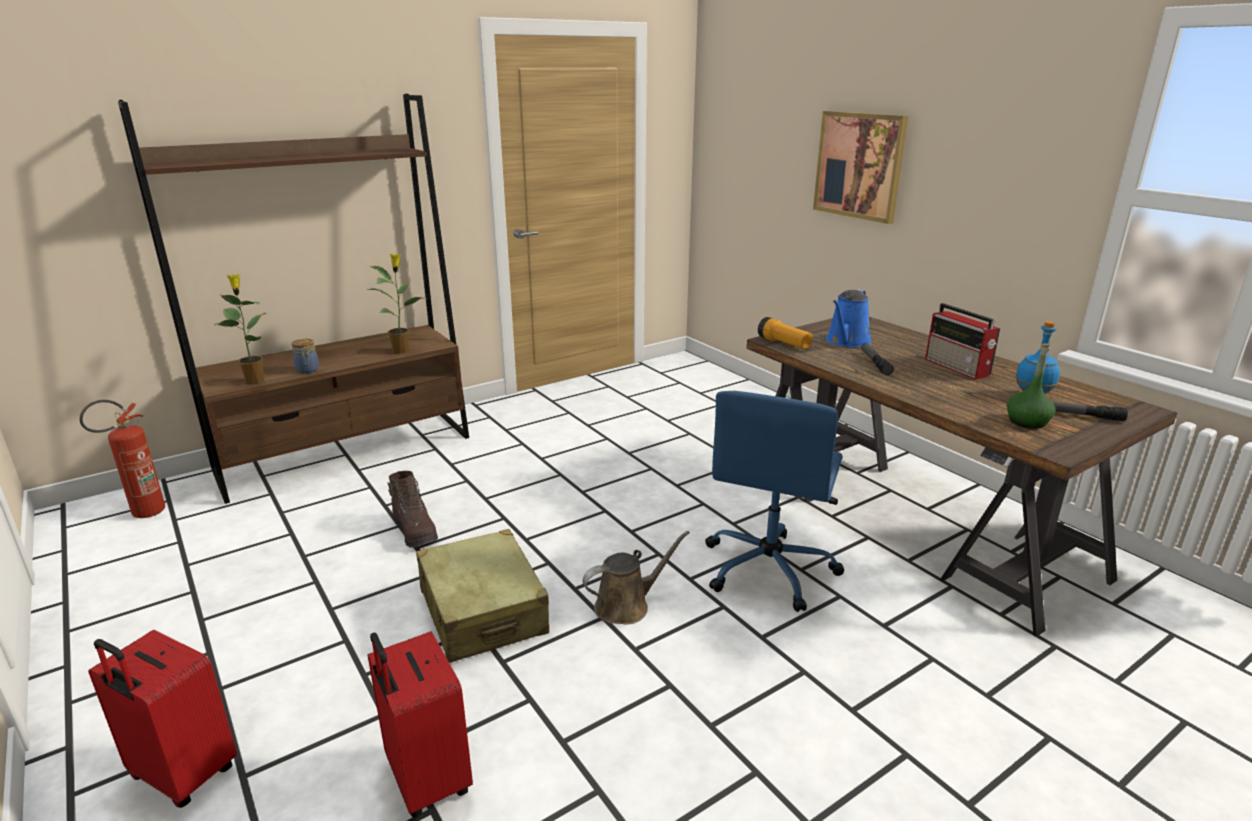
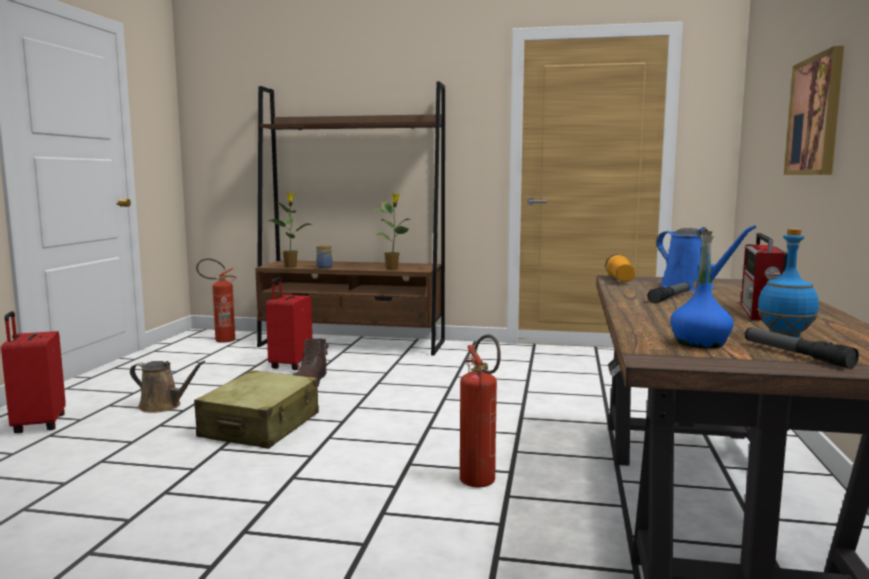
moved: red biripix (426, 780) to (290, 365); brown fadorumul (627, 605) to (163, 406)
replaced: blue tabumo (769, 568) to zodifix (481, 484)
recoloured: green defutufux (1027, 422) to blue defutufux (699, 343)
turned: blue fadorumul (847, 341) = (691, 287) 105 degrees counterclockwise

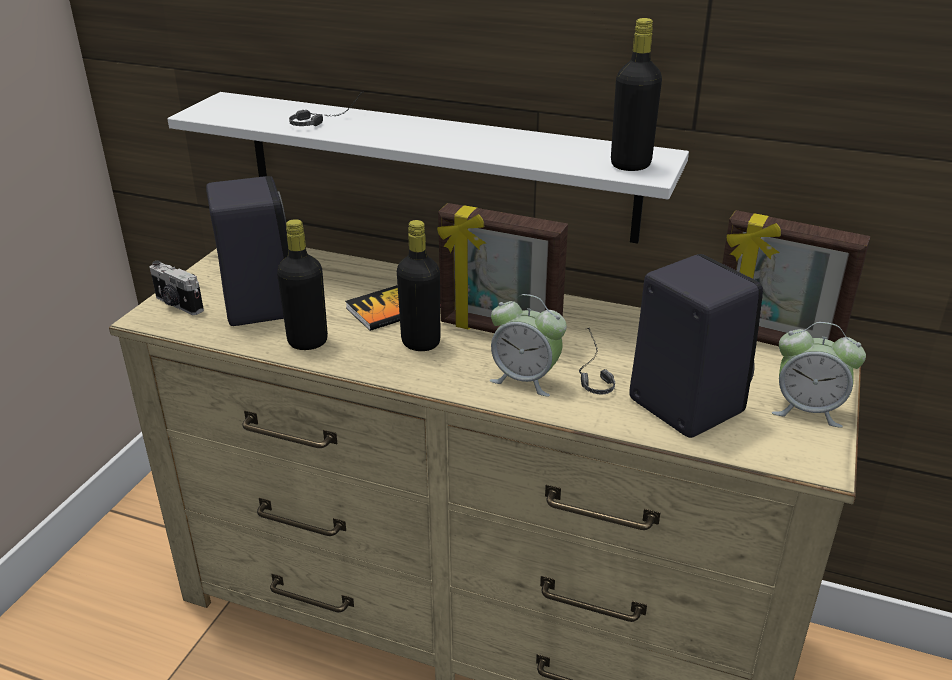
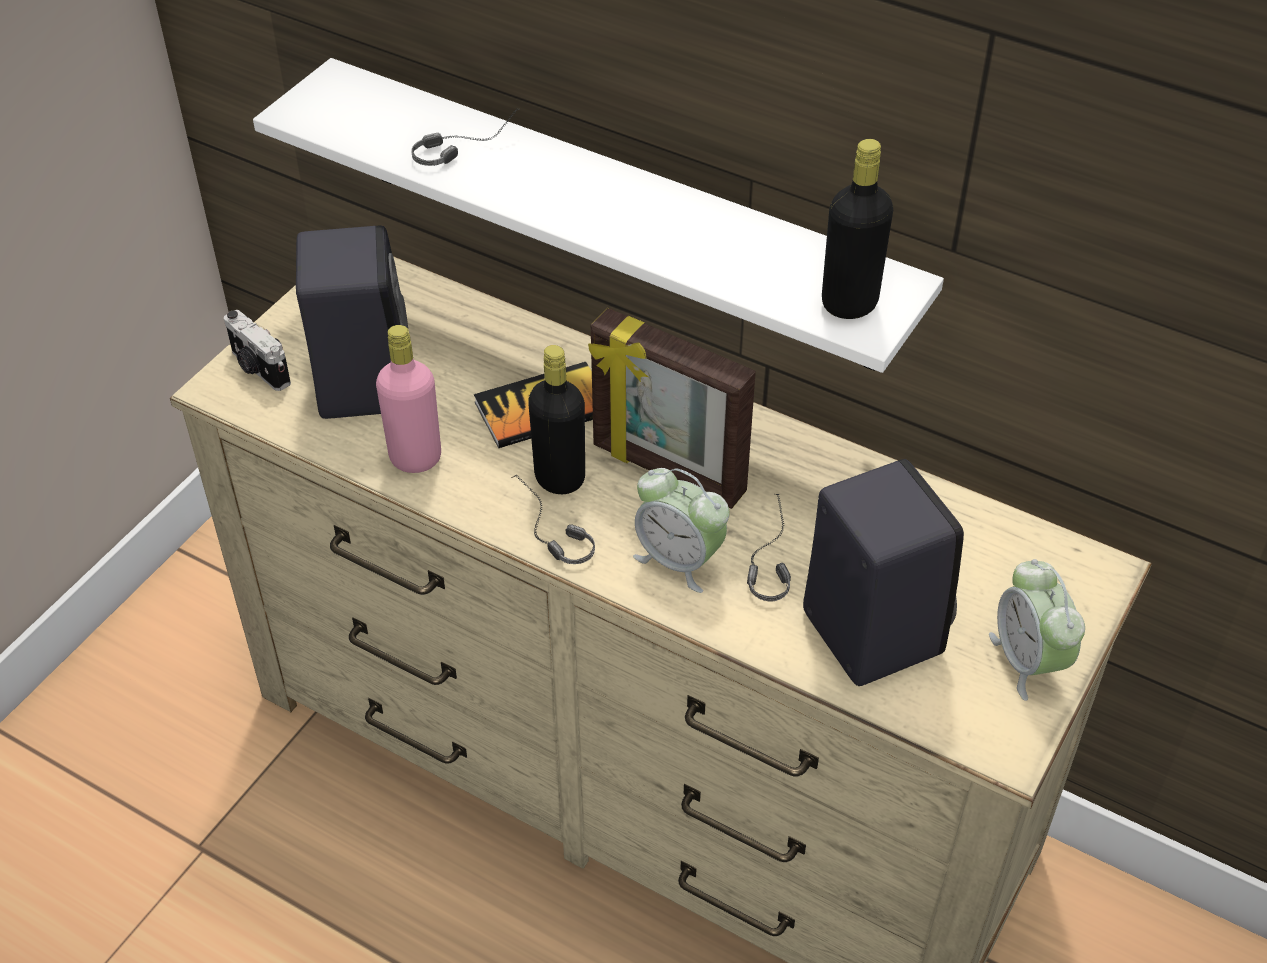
removed: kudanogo (774, 342)
added: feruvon (546, 532)
recoloured: black defutufux (307, 342) to pink defutufux (415, 458)
turned: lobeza (807, 410) = (1028, 661) 45 degrees clockwise

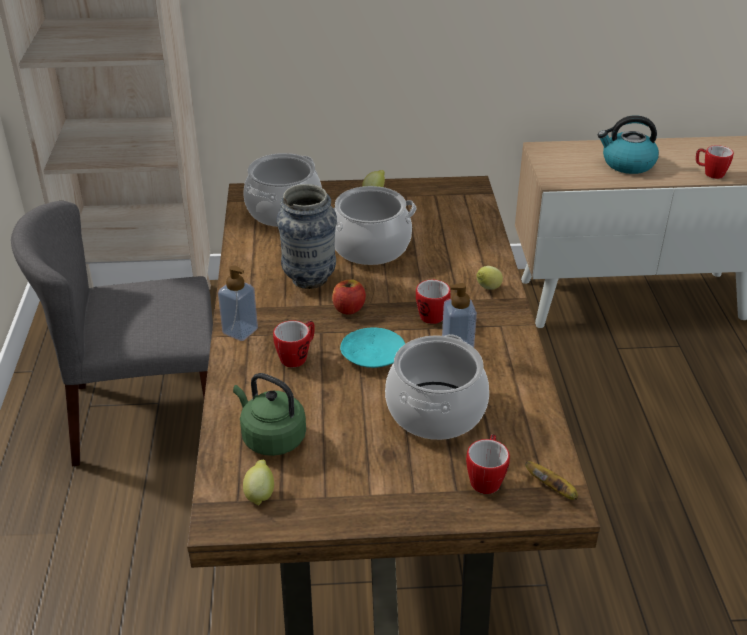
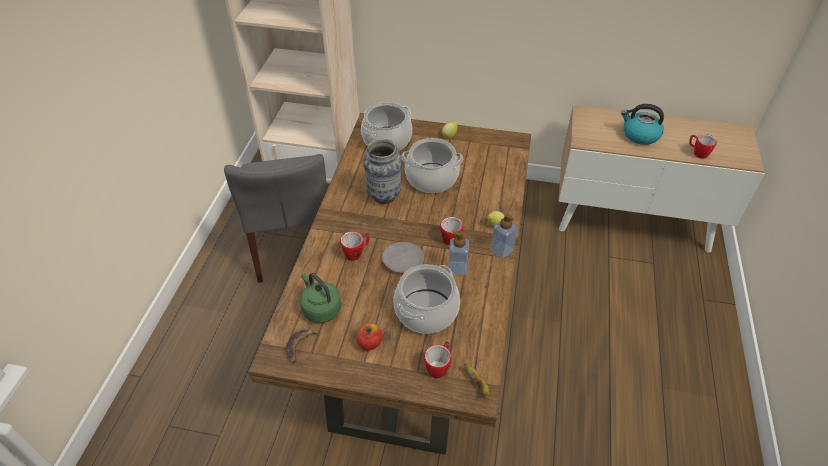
moved: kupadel (240, 331) to (501, 250); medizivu (348, 309) to (369, 343)
replaced: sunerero (260, 494) to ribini (300, 346)
recoloured: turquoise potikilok (372, 354) to grey potikilok (402, 260)
turned: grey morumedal (145, 416) = (294, 245) 105 degrees counterclockwise

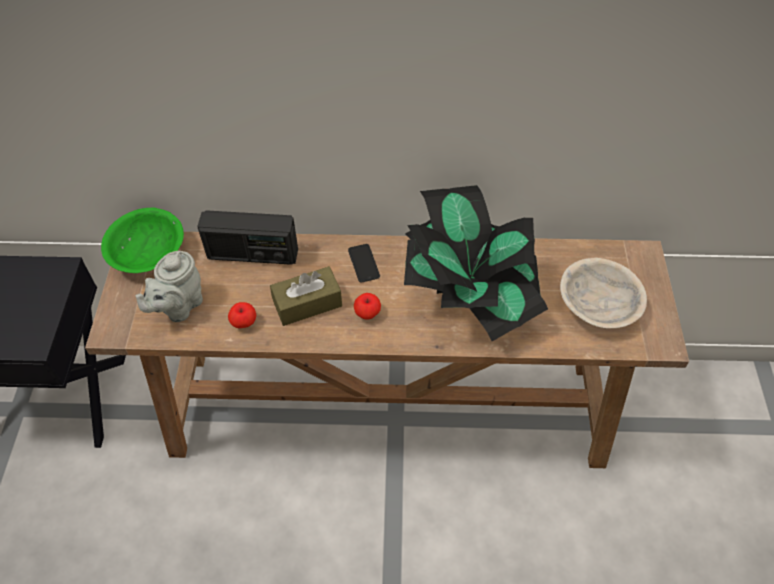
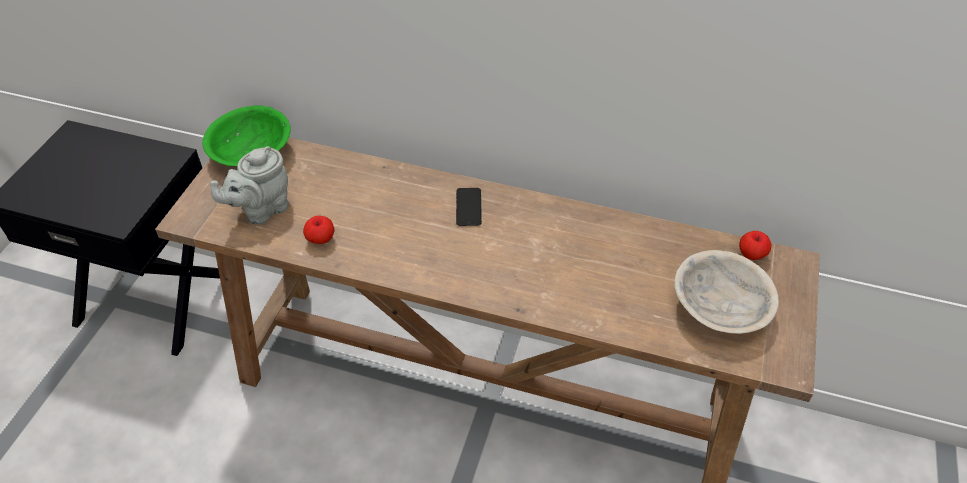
removed: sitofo (252, 254); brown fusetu (307, 304); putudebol (469, 294)
moved: medizivu (367, 314) to (751, 255)

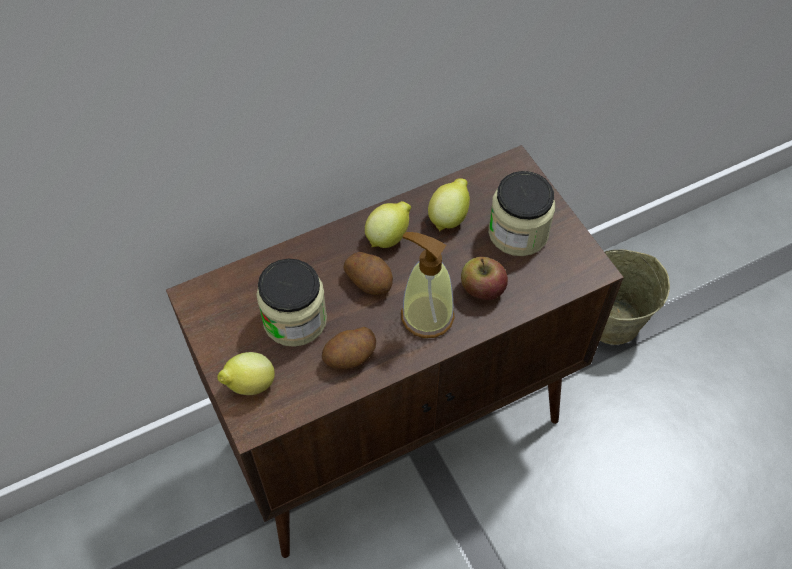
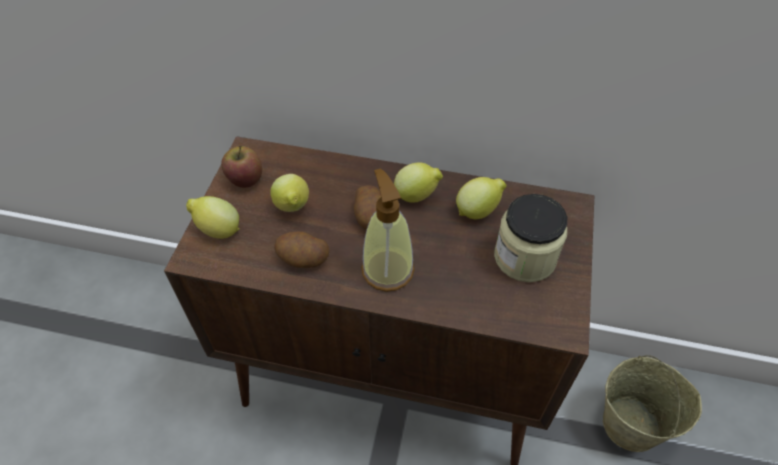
moved: medizivu (482, 289) to (245, 179)
replaced: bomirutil (295, 319) to sunerero (293, 208)

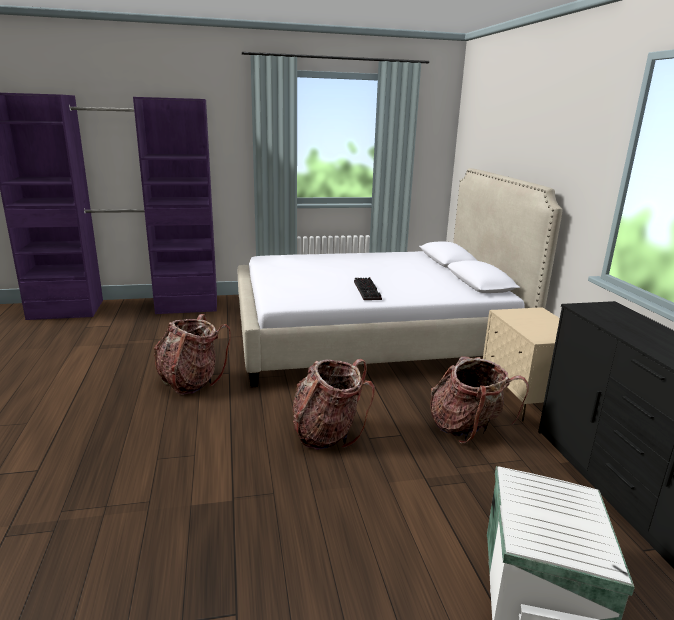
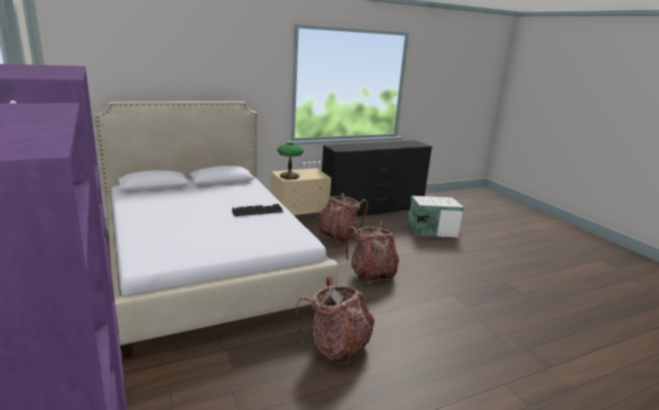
added: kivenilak (289, 176)

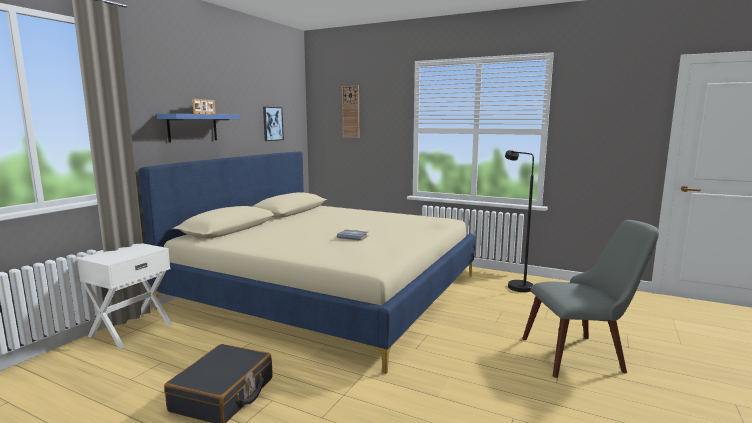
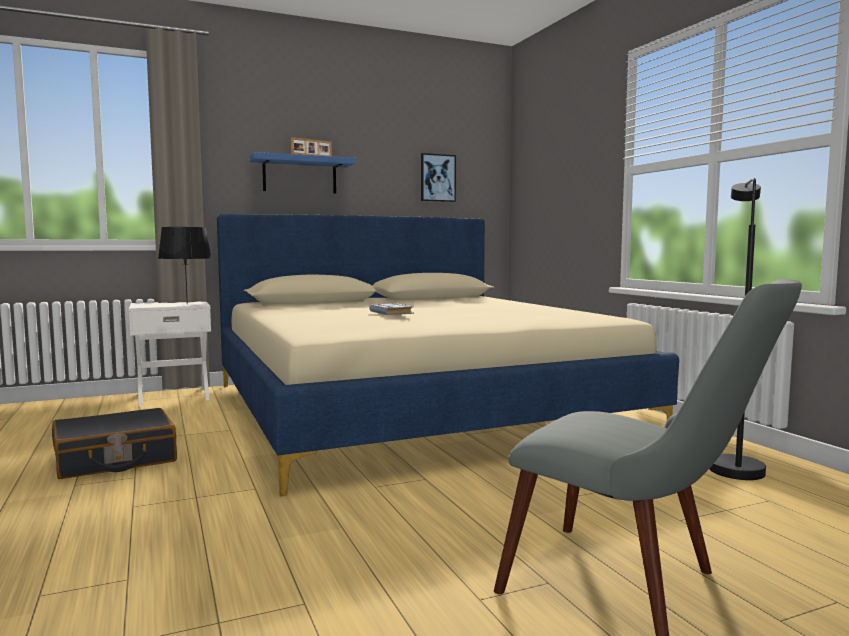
removed: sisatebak (350, 112)
added: black kivenilak (186, 304)

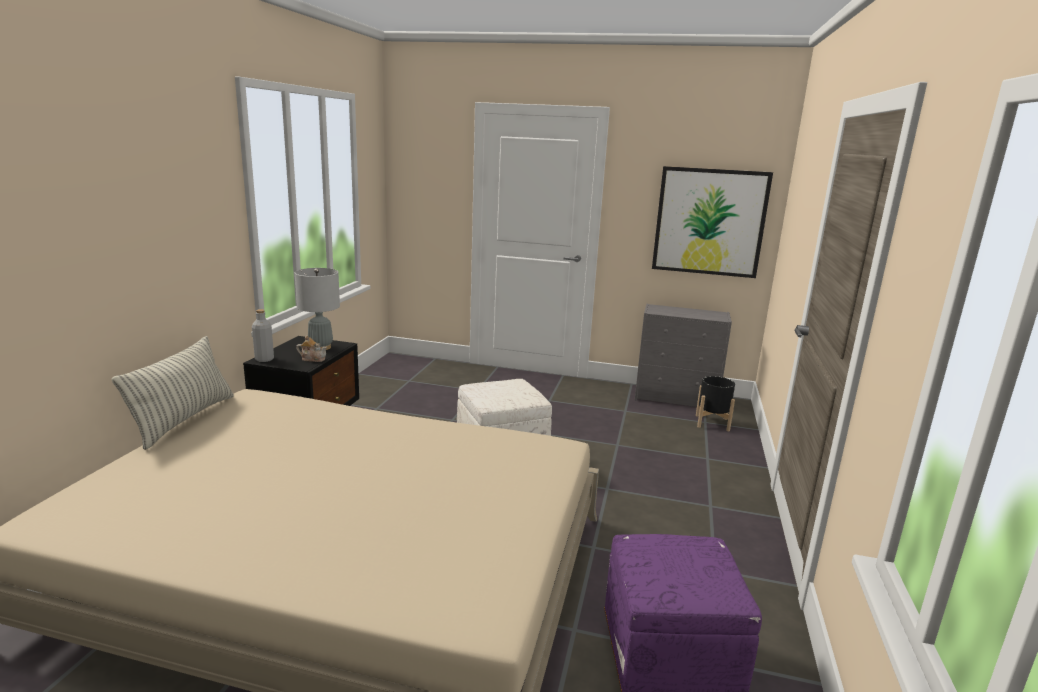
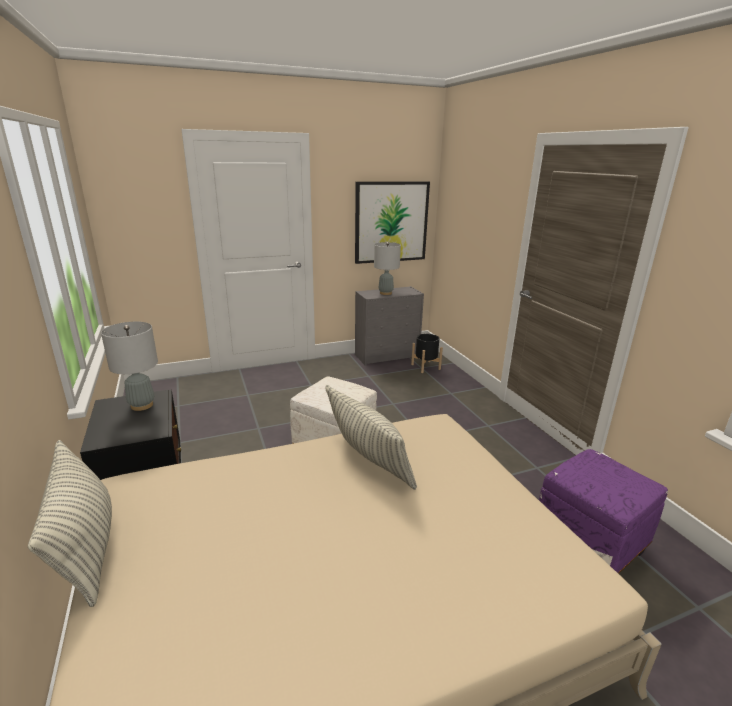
removed: grey defutufux (264, 359); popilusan (313, 359)
added: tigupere (368, 460); grey kivenilak (385, 293)

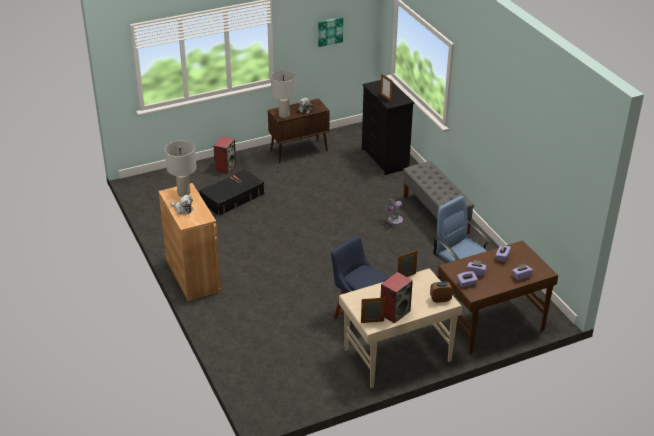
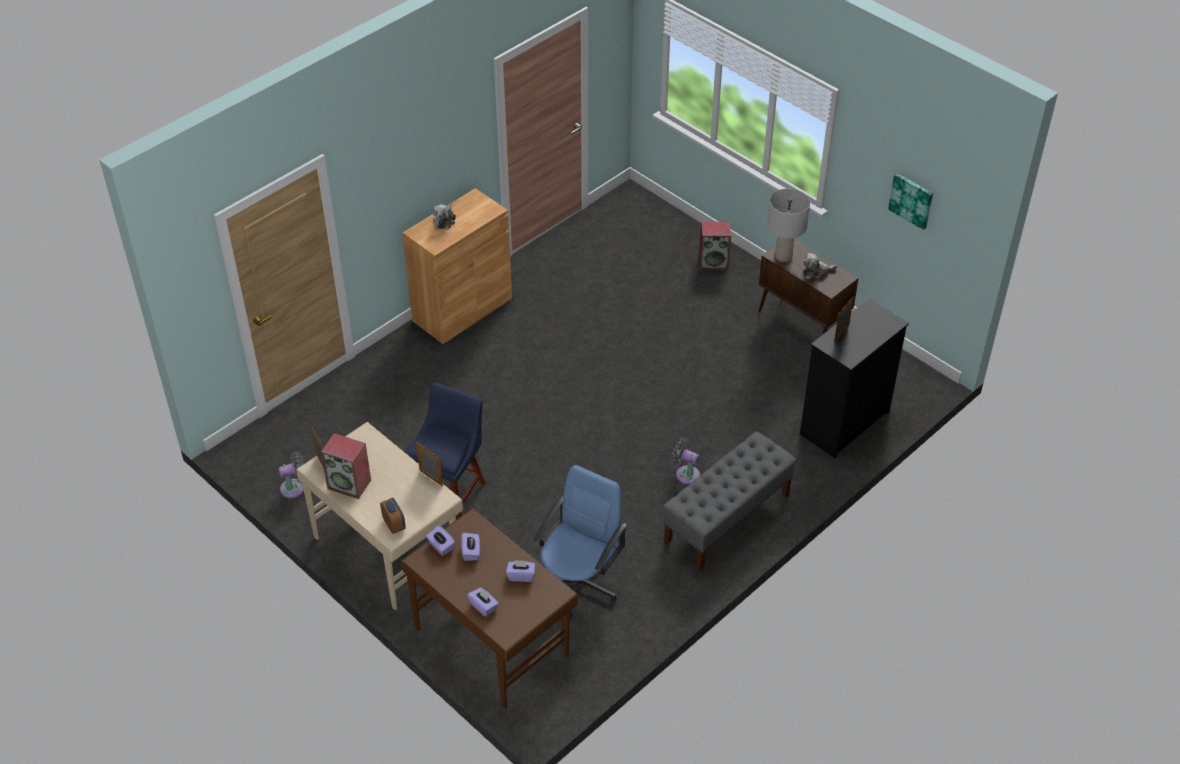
removed: grey kivenilak (184, 193); black biripix (232, 198)
added: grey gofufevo (295, 488)

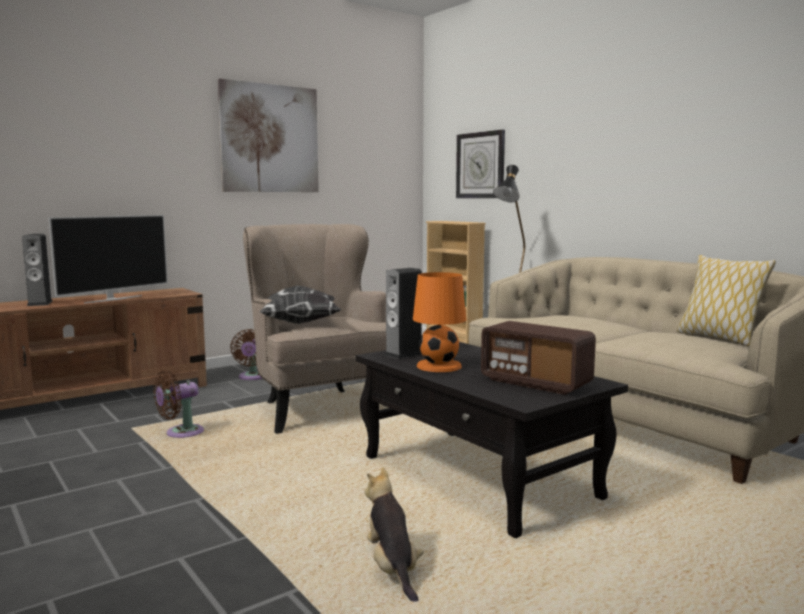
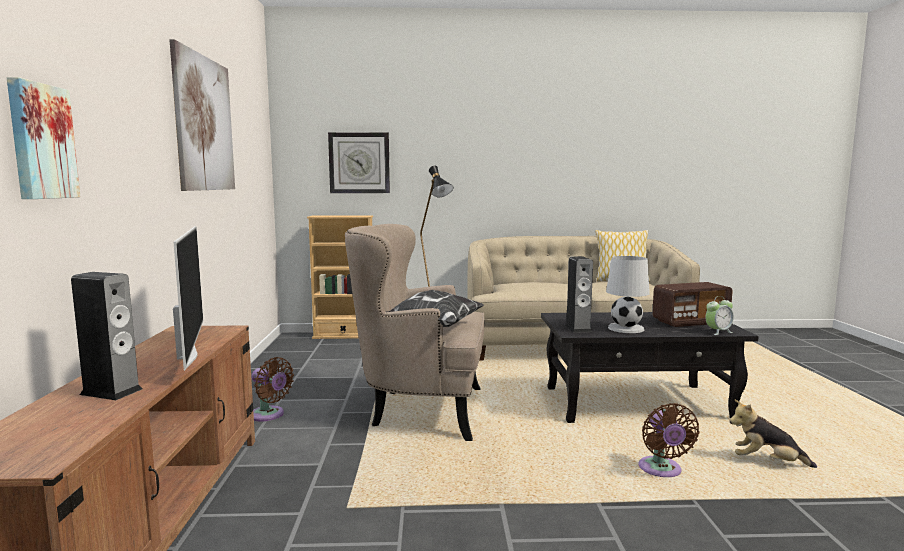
added: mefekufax (40, 142); lobeza (718, 332)
moved: brown gofufevo (180, 433) to (661, 471)
recoloured: orange kivenilak (438, 366) to white kivenilak (625, 328)

